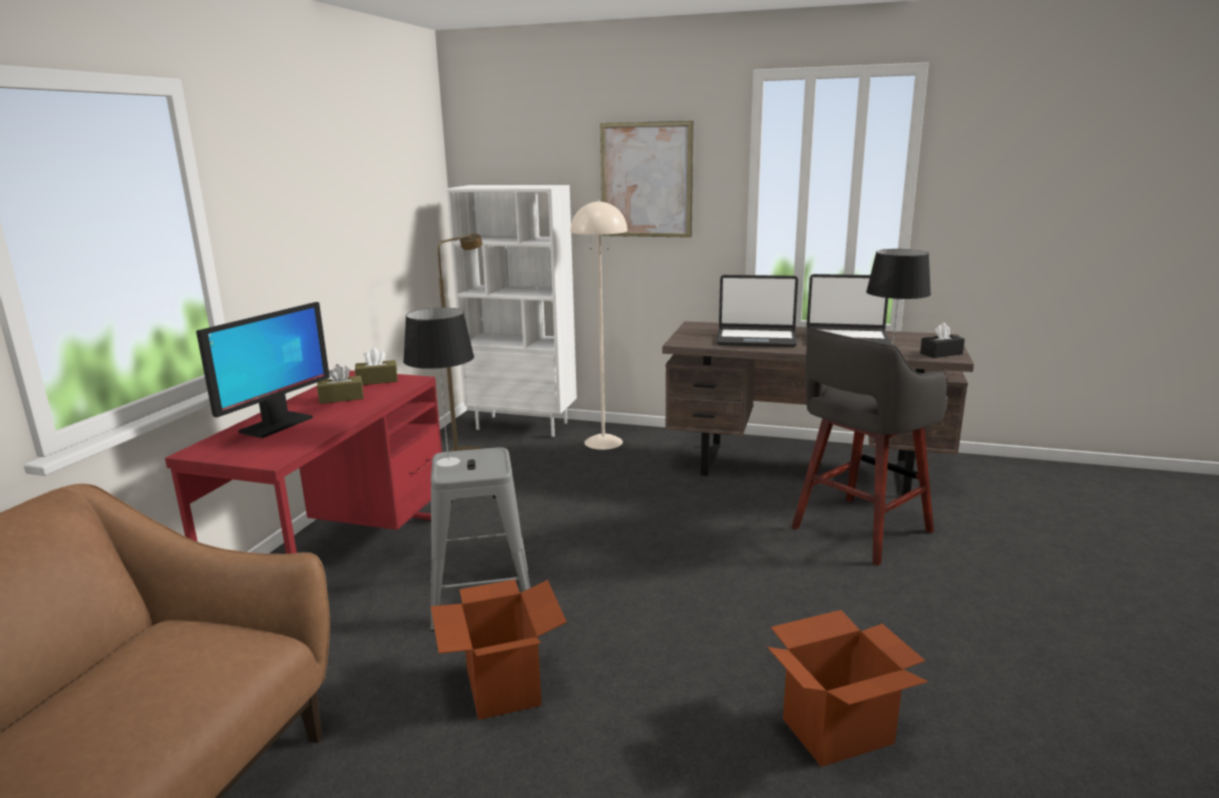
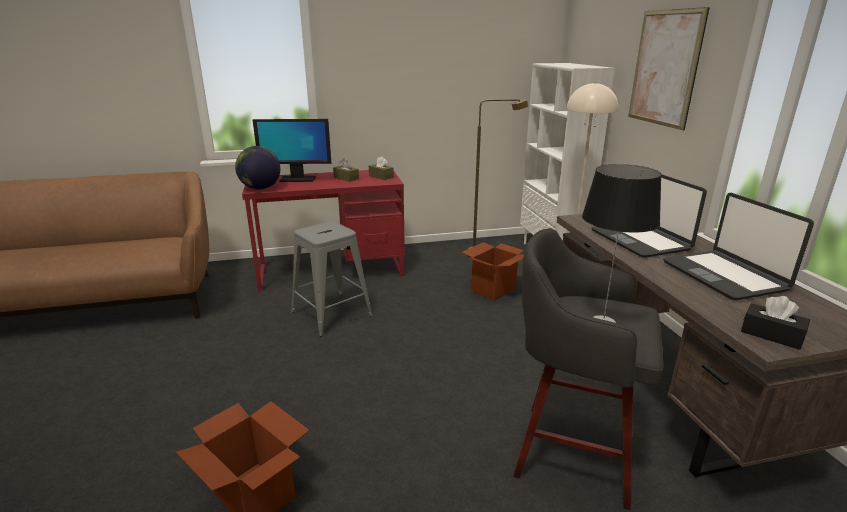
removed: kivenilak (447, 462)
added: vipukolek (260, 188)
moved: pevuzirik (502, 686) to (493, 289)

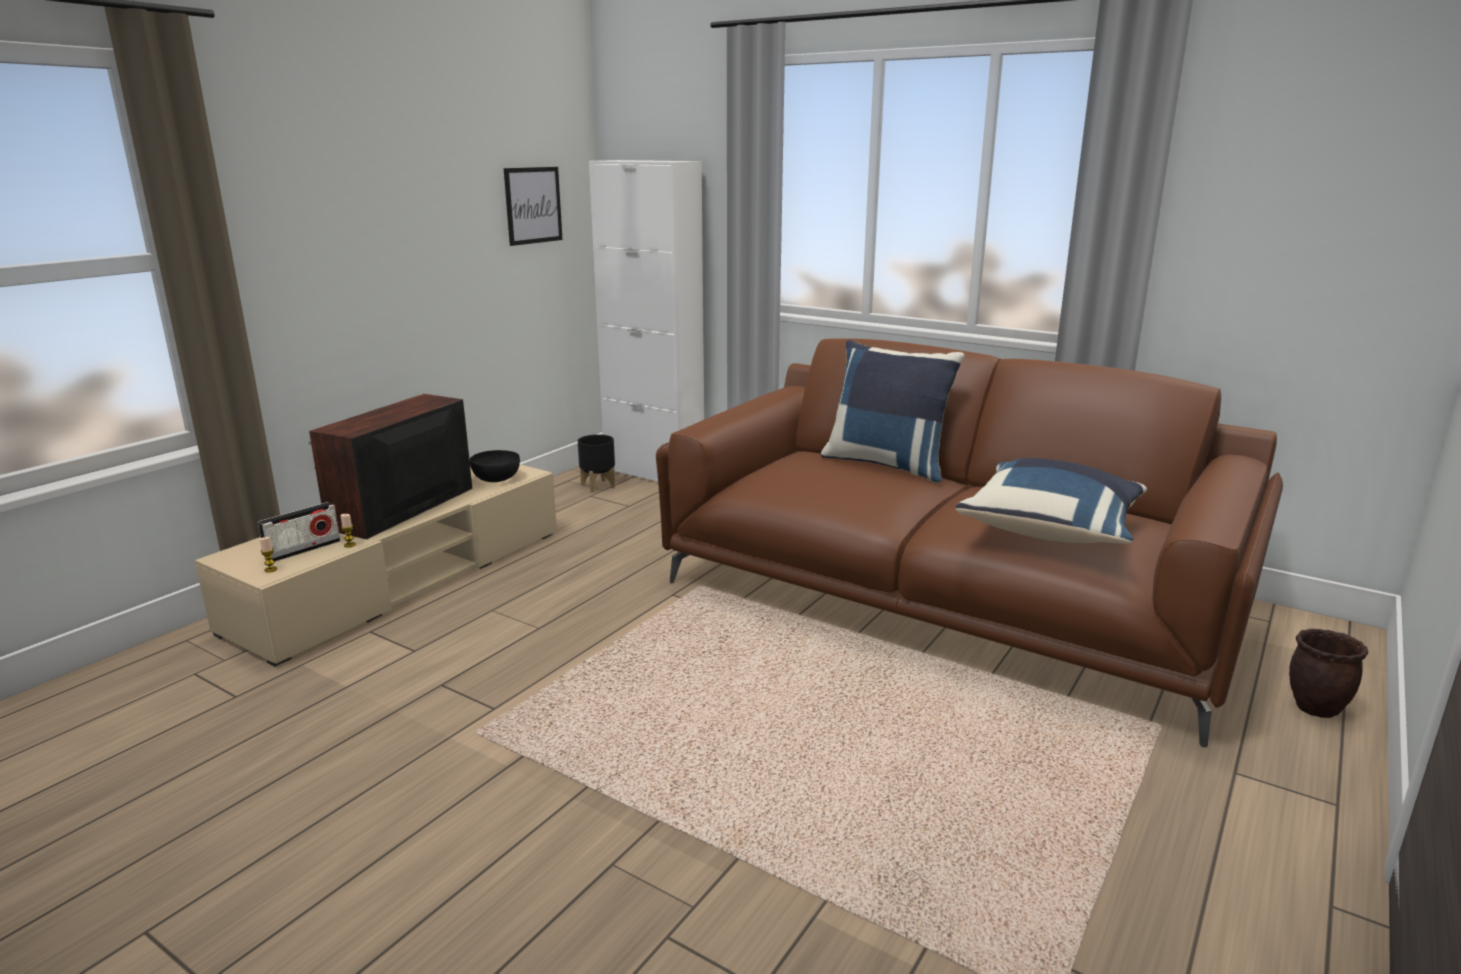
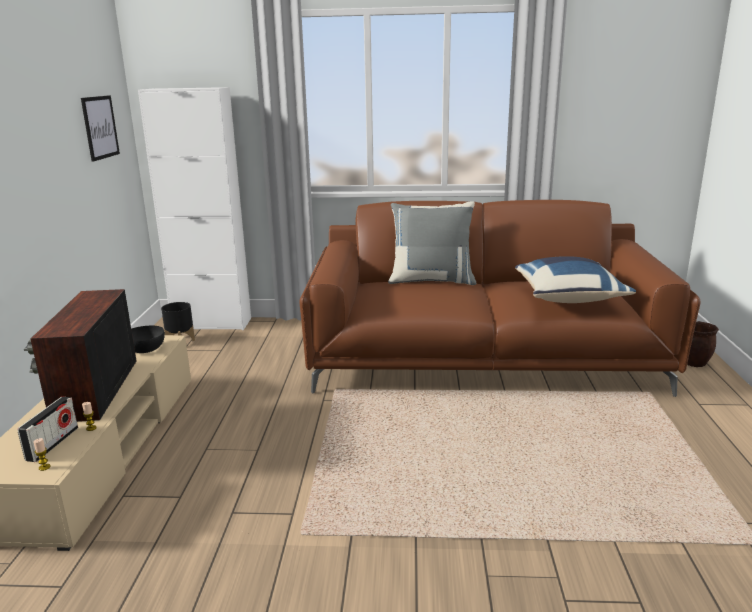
recoloured: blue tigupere (887, 464) to grey tigupere (432, 280)

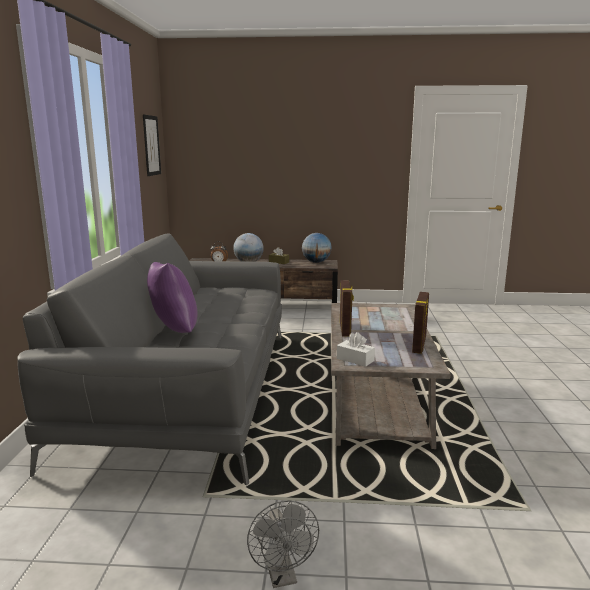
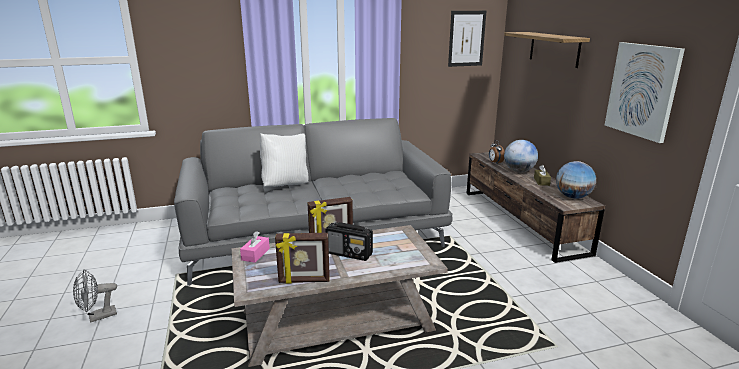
added: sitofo (349, 254); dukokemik (554, 49); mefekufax (642, 90)
recoloured: purple tigupere (173, 331) to white tigupere (285, 184); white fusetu (355, 359) to pink fusetu (255, 254)

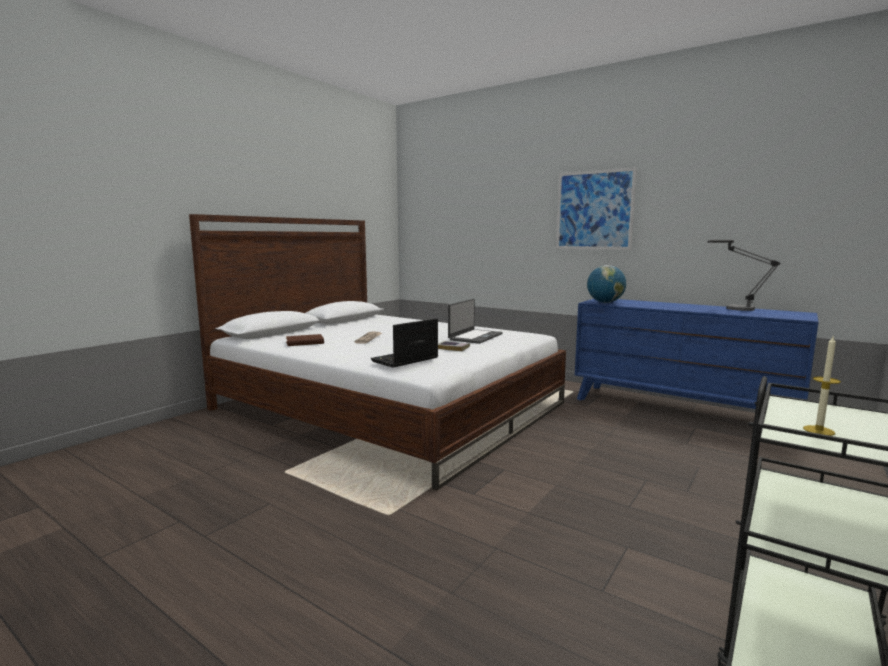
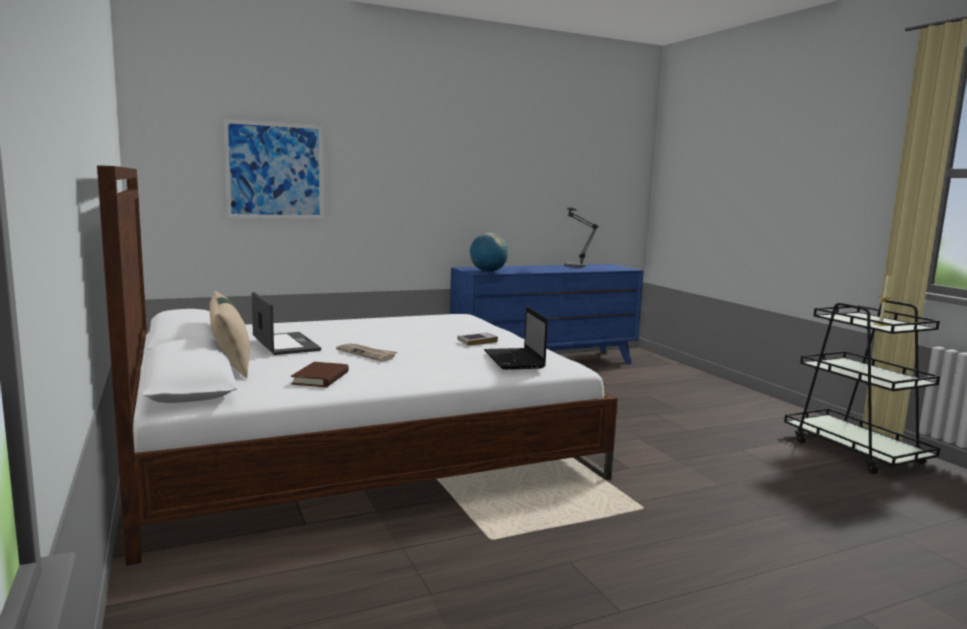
added: beige tigupere (230, 362)
moved: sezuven (475, 337) to (284, 344); mefekufax (594, 210) to (275, 171)

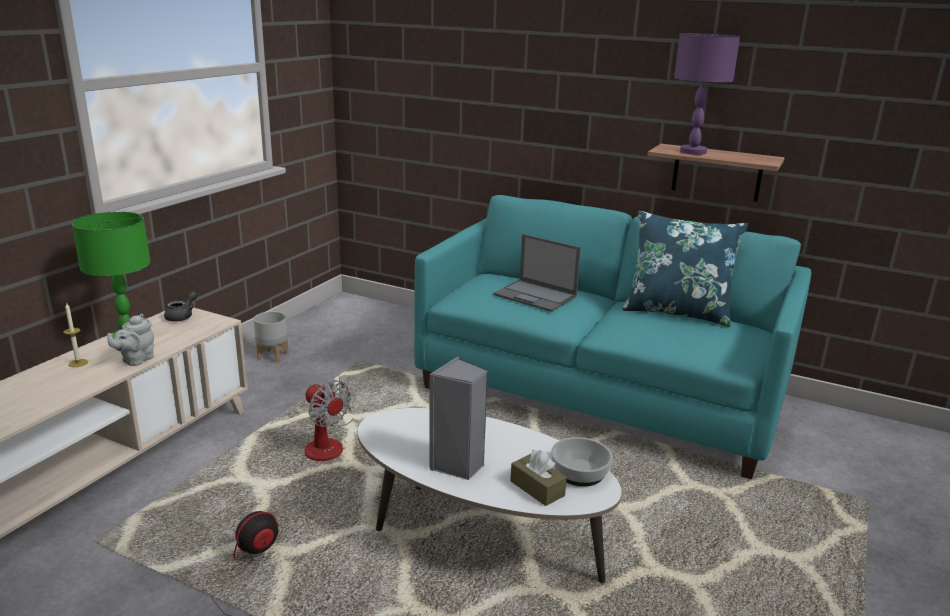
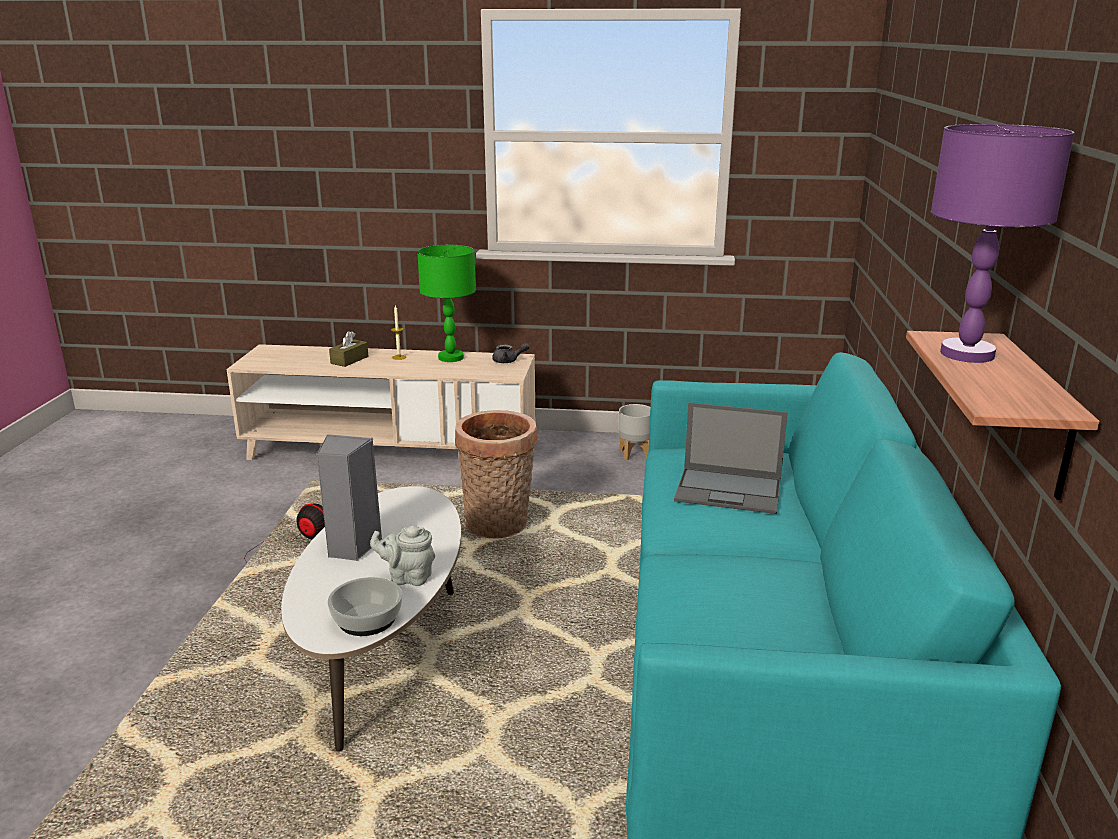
removed: blue tigupere (677, 312)
moved: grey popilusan (136, 360) to (408, 577); brown fusetu (537, 488) to (349, 360)
replaced: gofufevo (328, 443) to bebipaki (498, 526)
turned: sezuven (536, 296) = (730, 490) 90 degrees counterclockwise

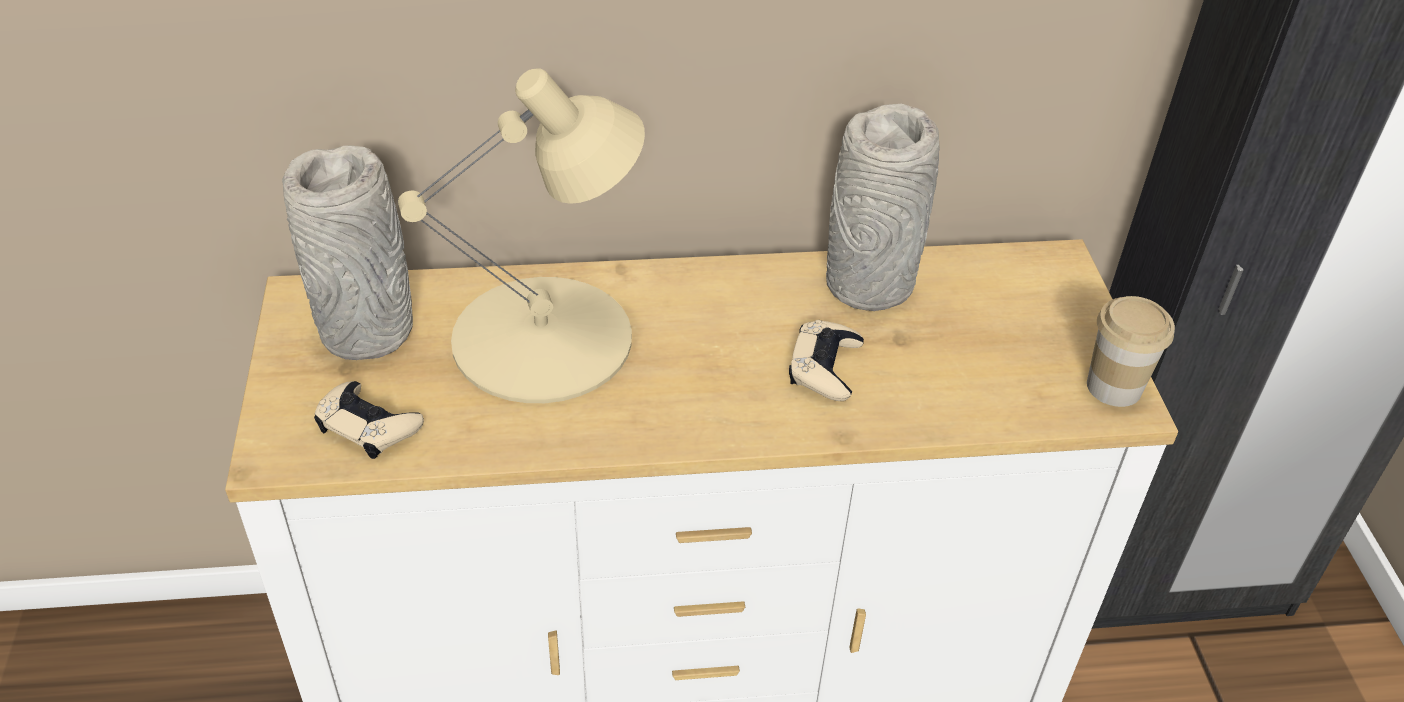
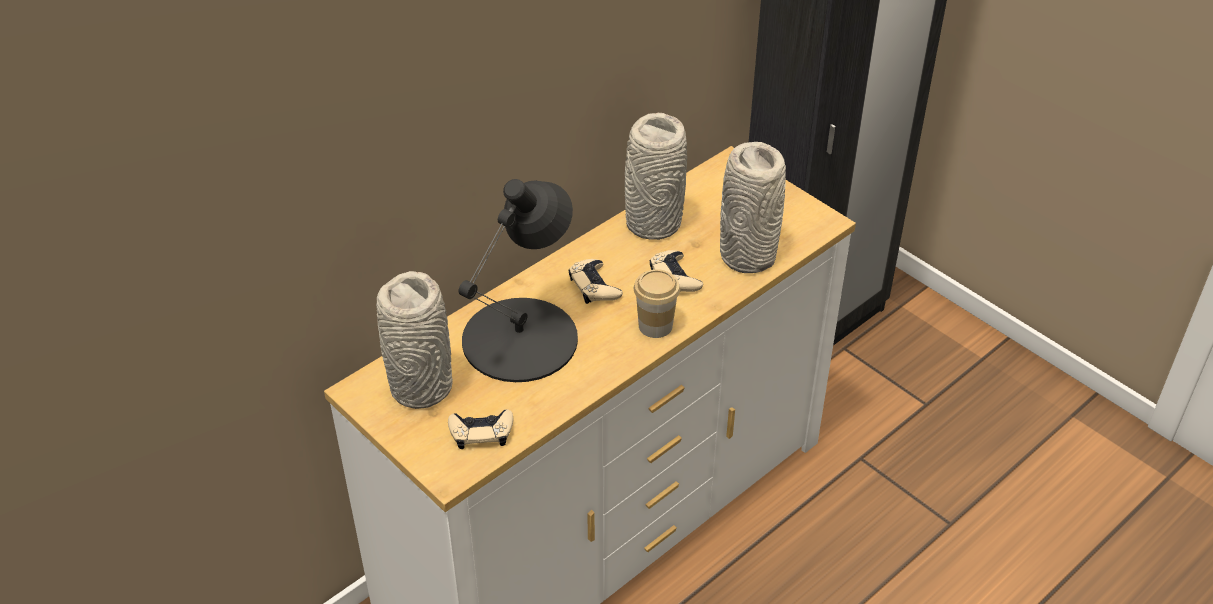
added: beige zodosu (594, 286); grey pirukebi (747, 257)
moved: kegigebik (1114, 387) to (655, 326)
recoloured: beige kivenilak (546, 339) to black kivenilak (522, 339)

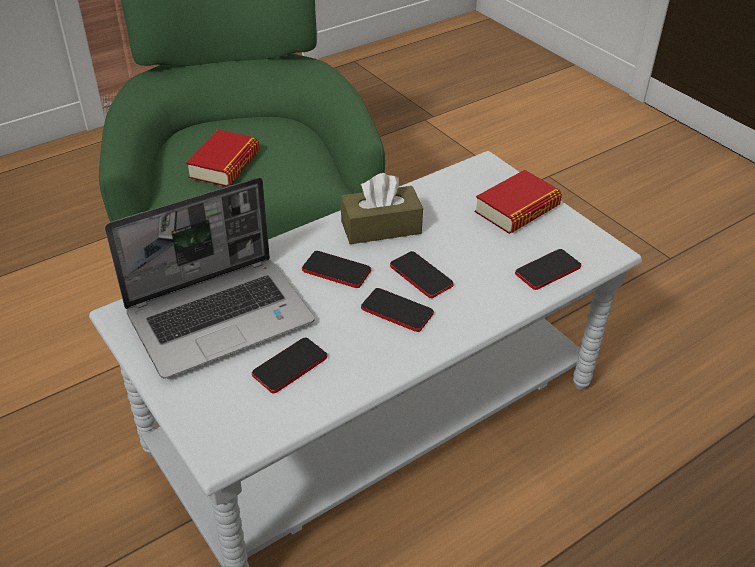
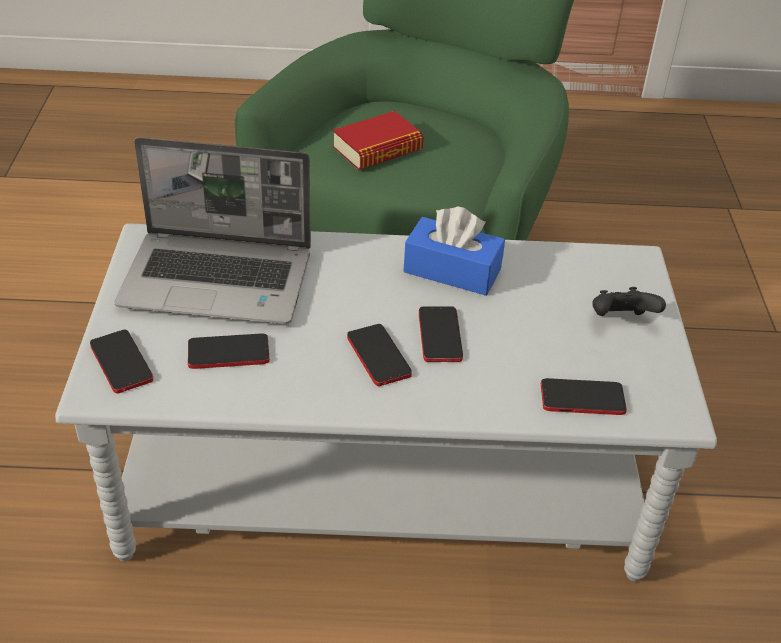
moved: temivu (336, 270) to (121, 362)
replaced: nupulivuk (517, 209) to black zodosu (620, 320)
recoloured: brown fusetu (381, 227) to blue fusetu (452, 270)

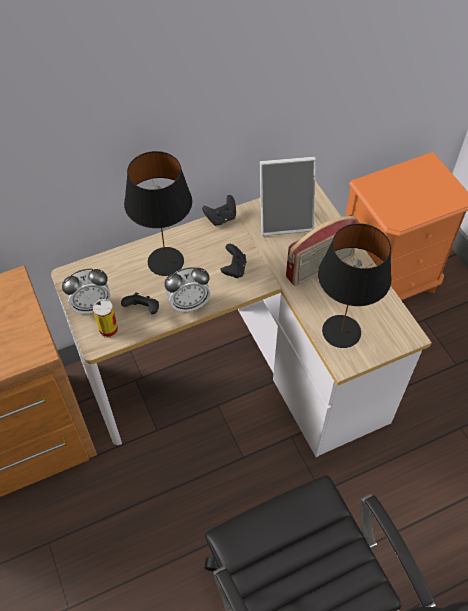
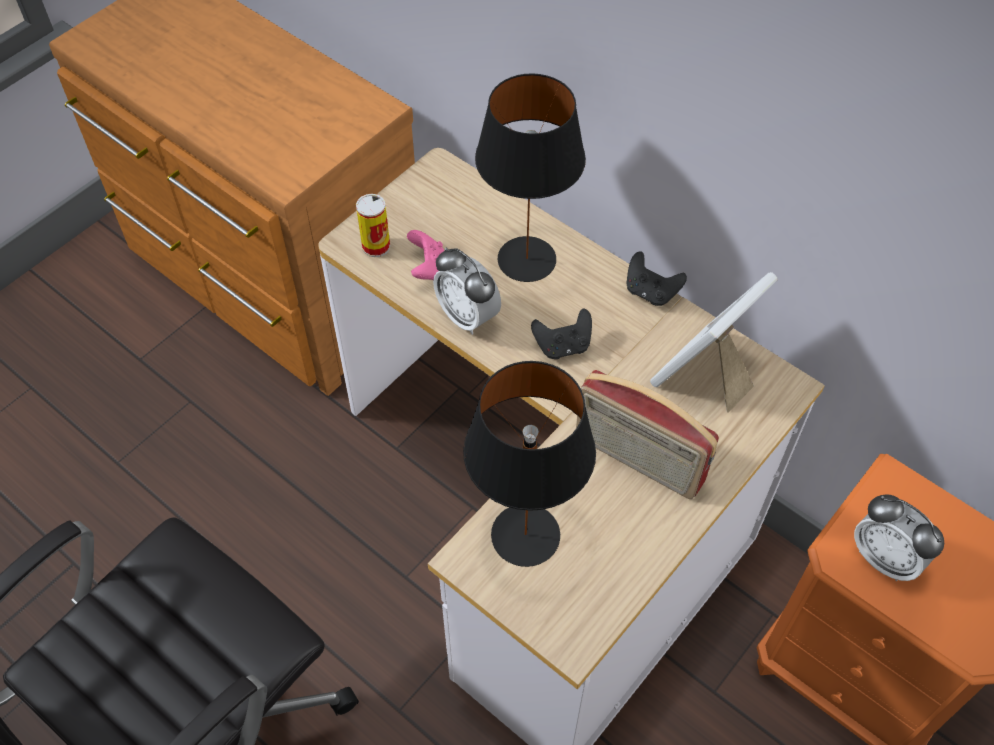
moved: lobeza (91, 305) to (884, 558)
recoloured: black zodosu (143, 310) to pink zodosu (428, 269)
turned: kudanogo (285, 219) = (705, 376) 75 degrees clockwise

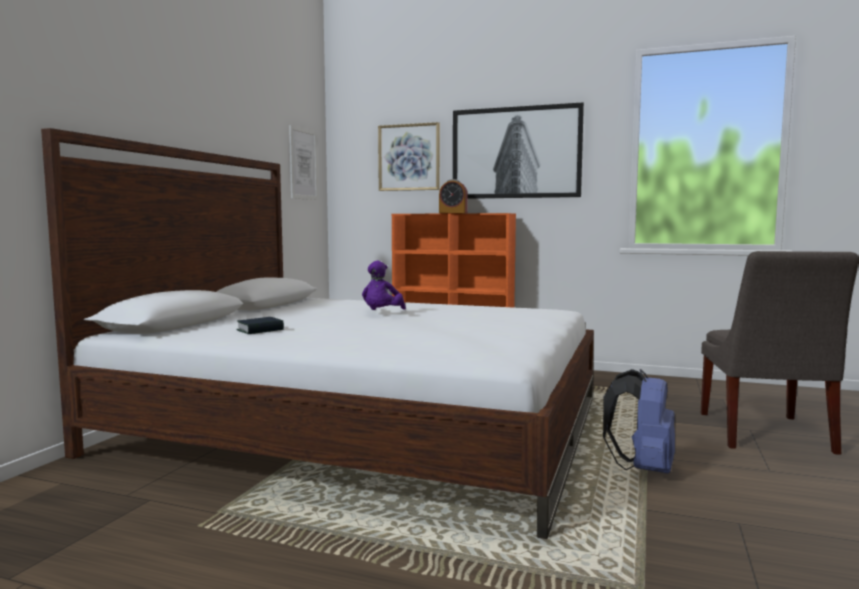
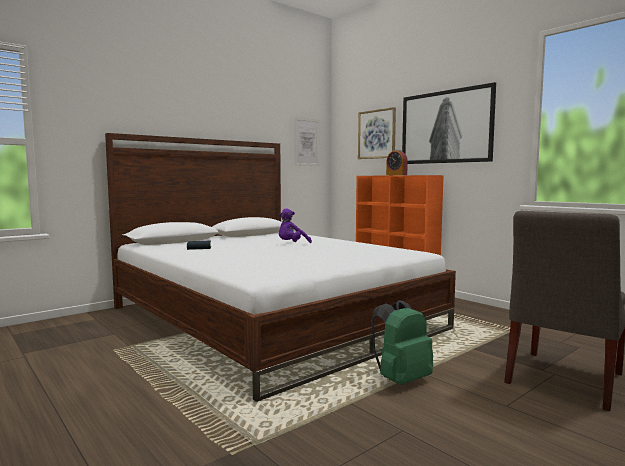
recoloured: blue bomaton (642, 469) to green bomaton (400, 379)

